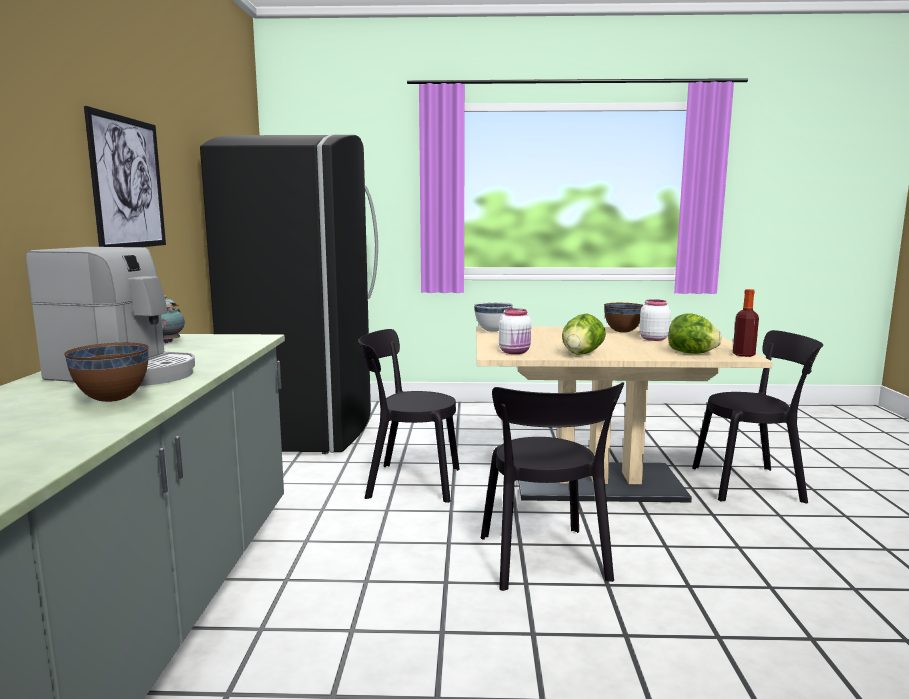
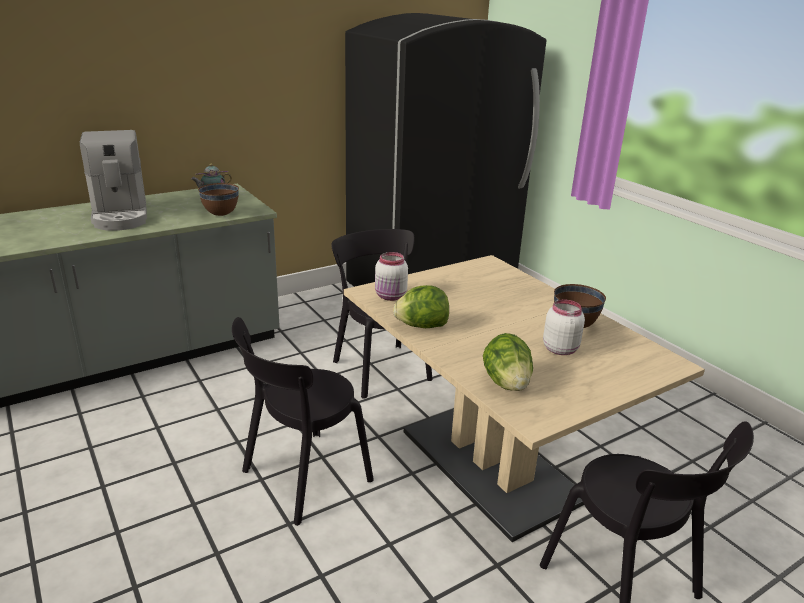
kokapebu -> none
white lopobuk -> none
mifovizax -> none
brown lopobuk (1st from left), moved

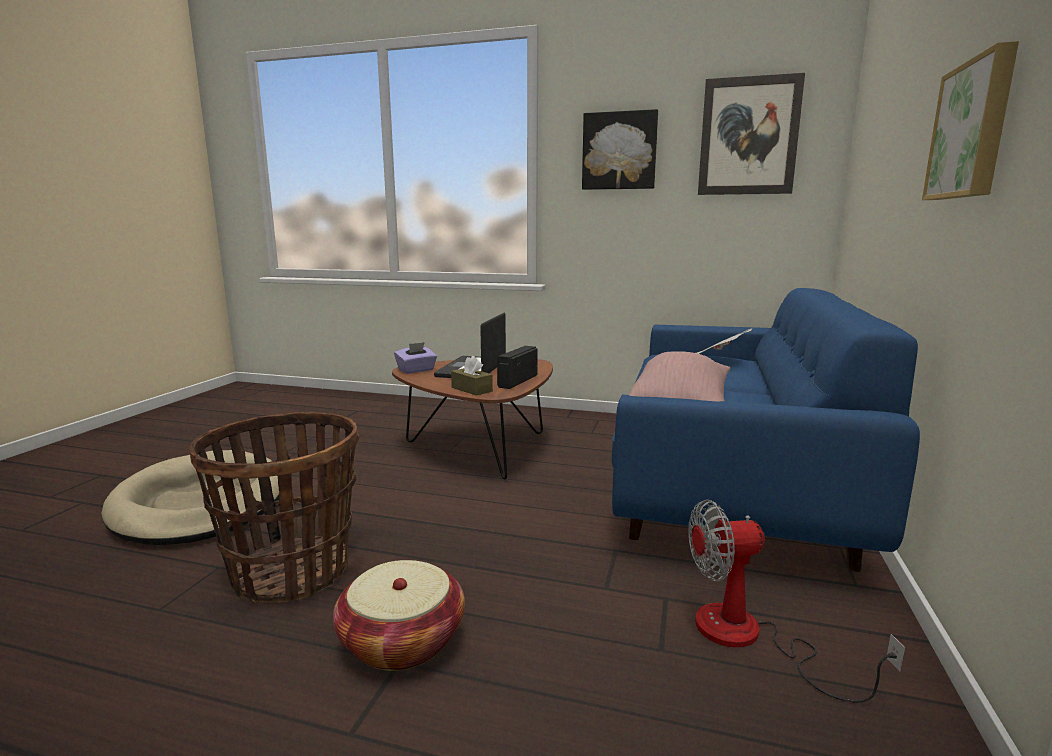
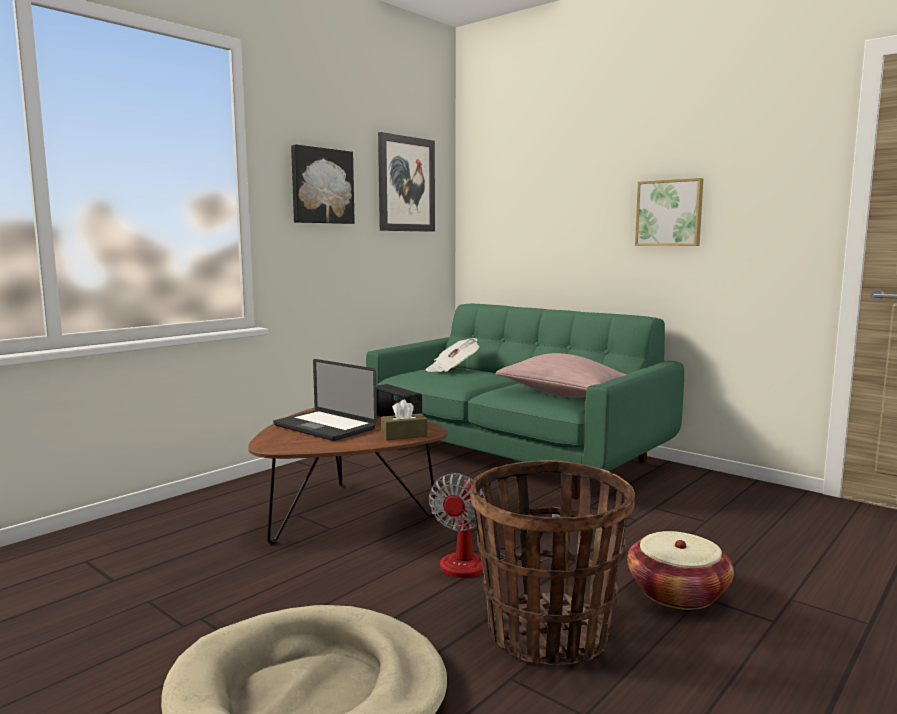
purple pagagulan -> none
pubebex, moved
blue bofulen -> green bofulen

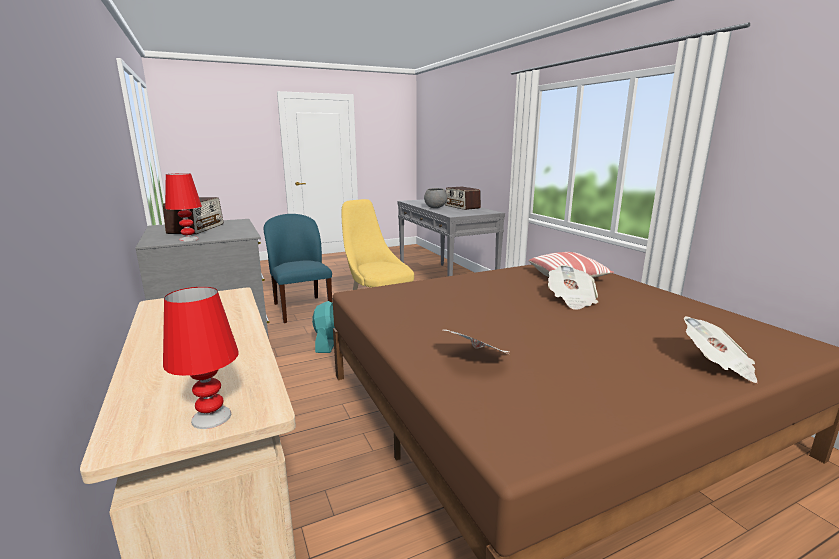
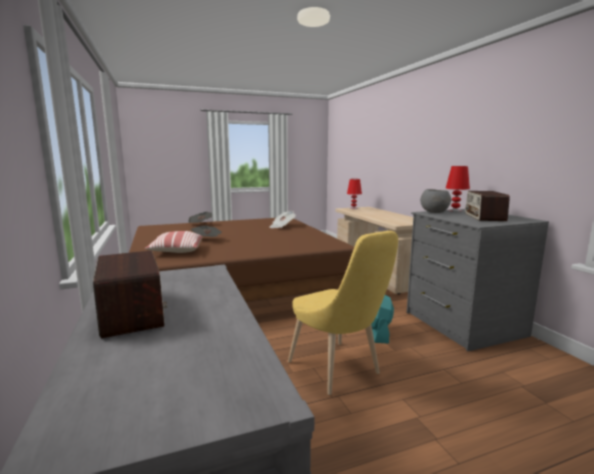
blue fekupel -> none
grey lopobuk, moved

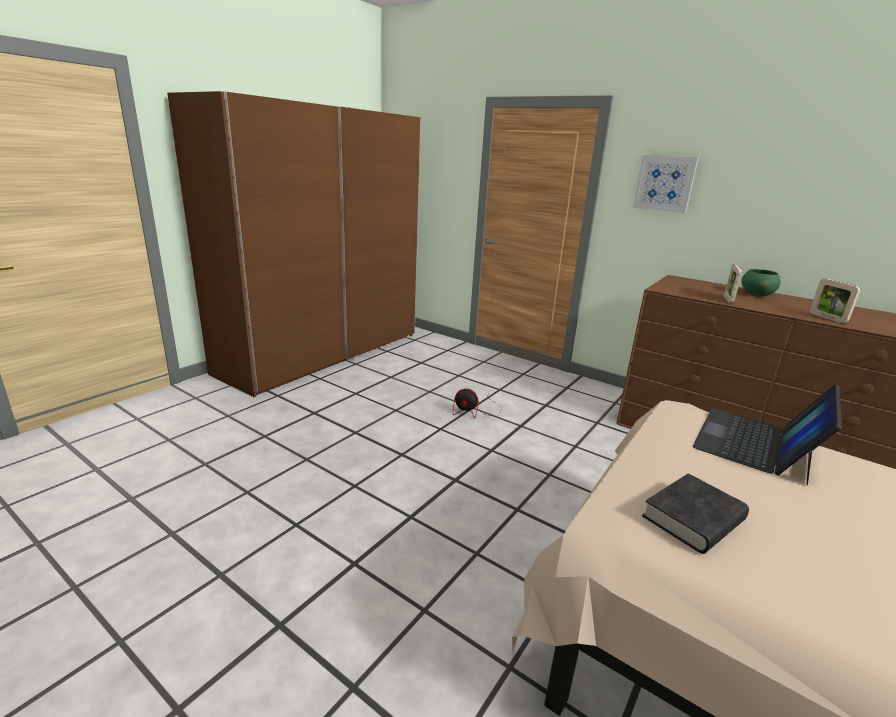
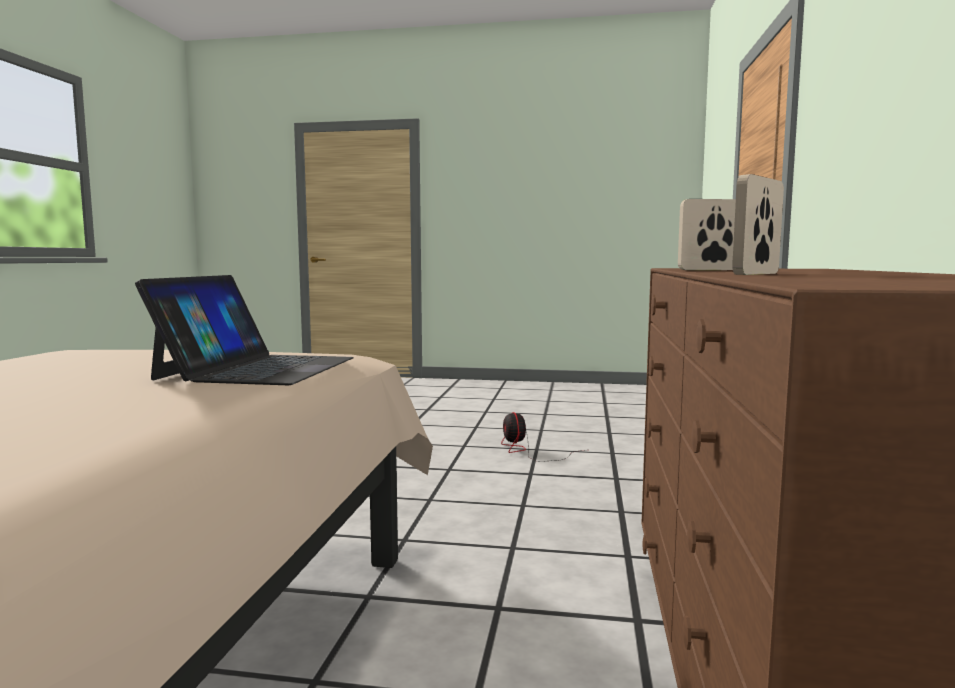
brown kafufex -> none
kokapebu -> none
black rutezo -> none
green lopobuk -> none
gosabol, 90 degrees clockwise

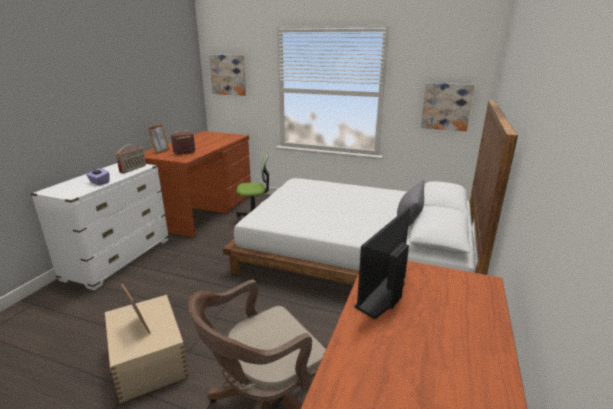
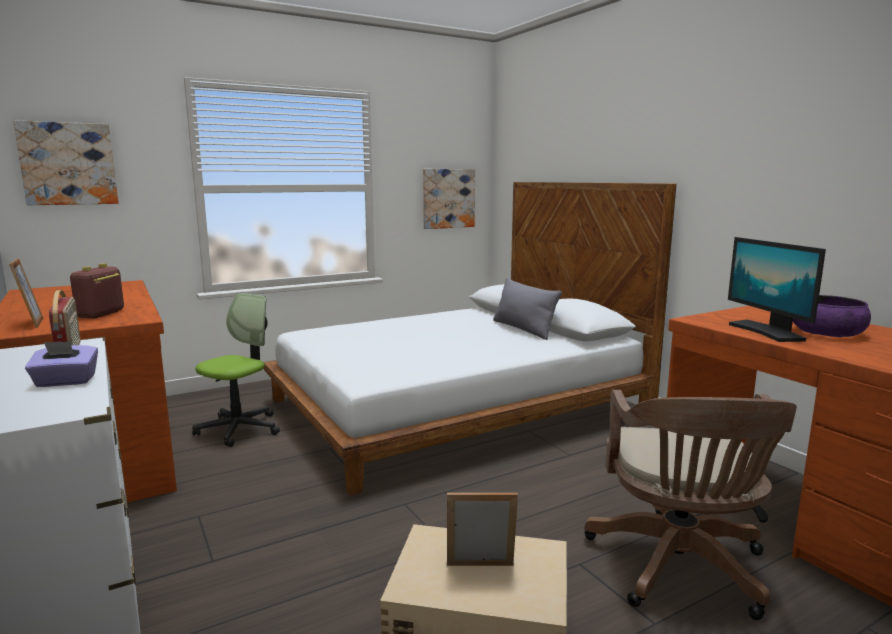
none -> purple lopobuk

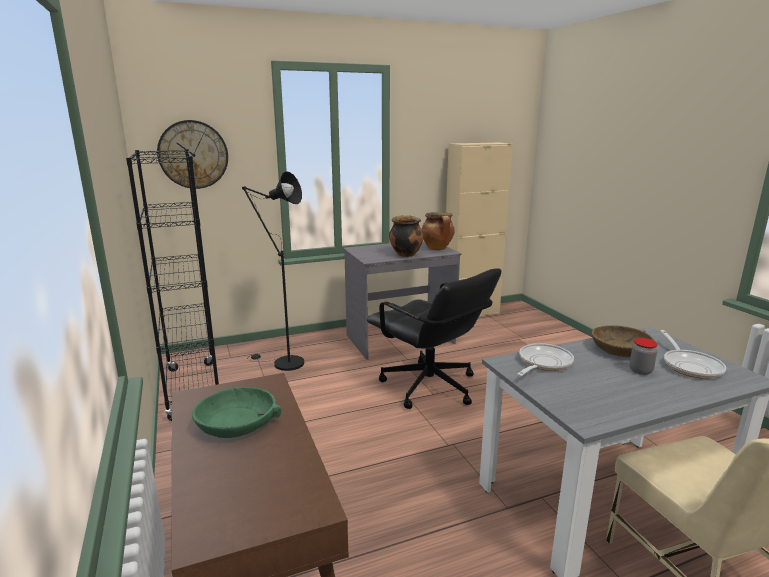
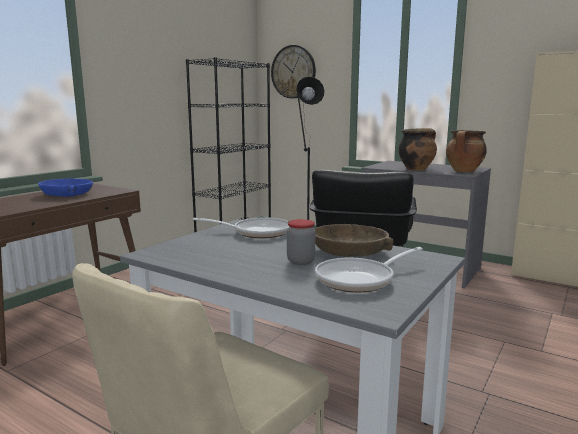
green lopobuk -> blue lopobuk

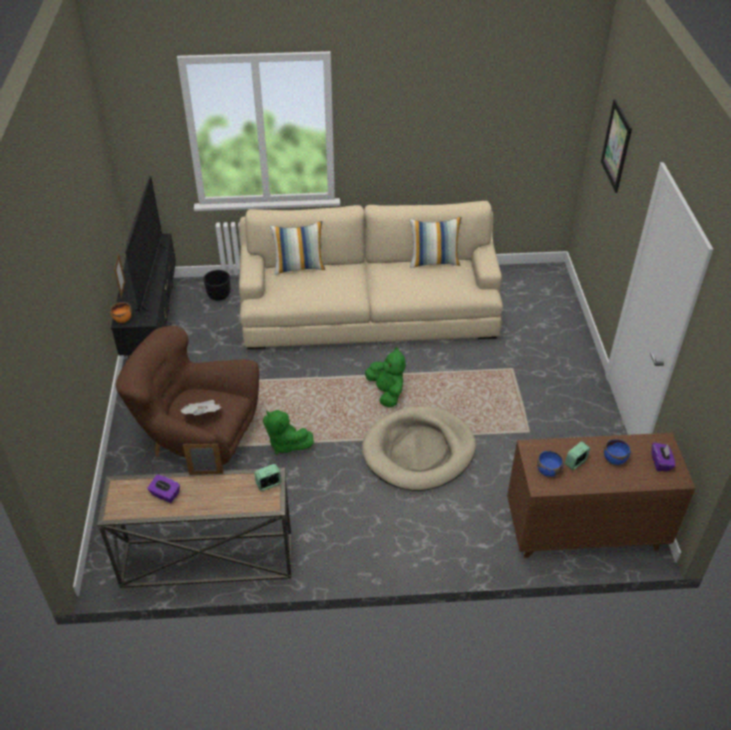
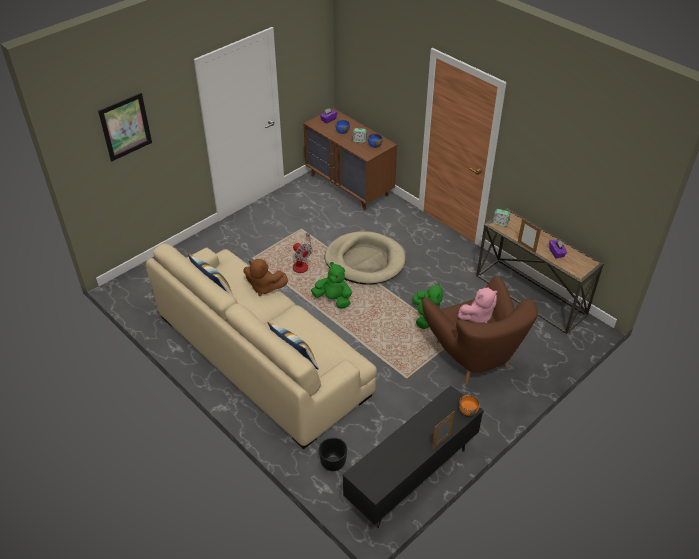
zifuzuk -> none
none -> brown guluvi
none -> pubebex
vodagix -> pink guluvi
green guluvi (2nd from left in the first image) -> green guluvi (1st from left), 90 degrees clockwise

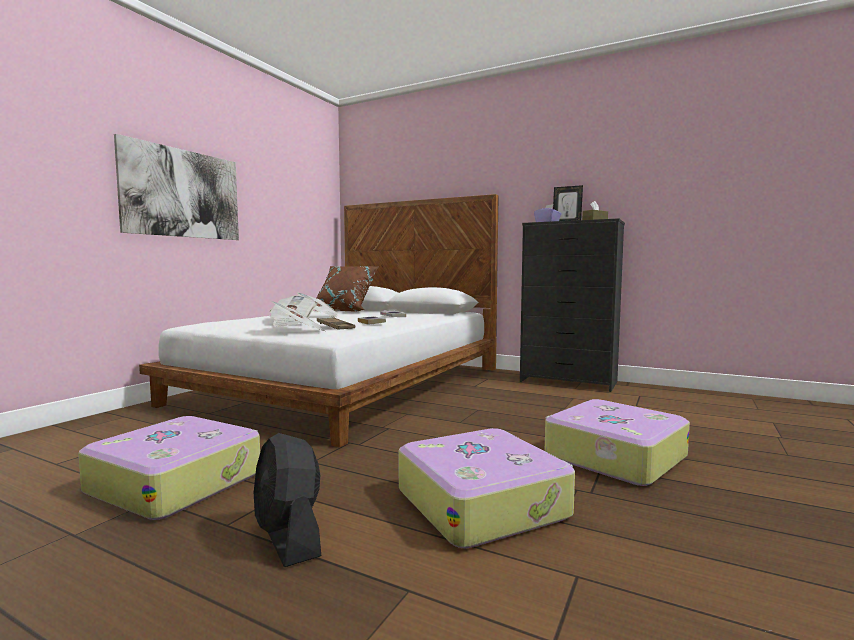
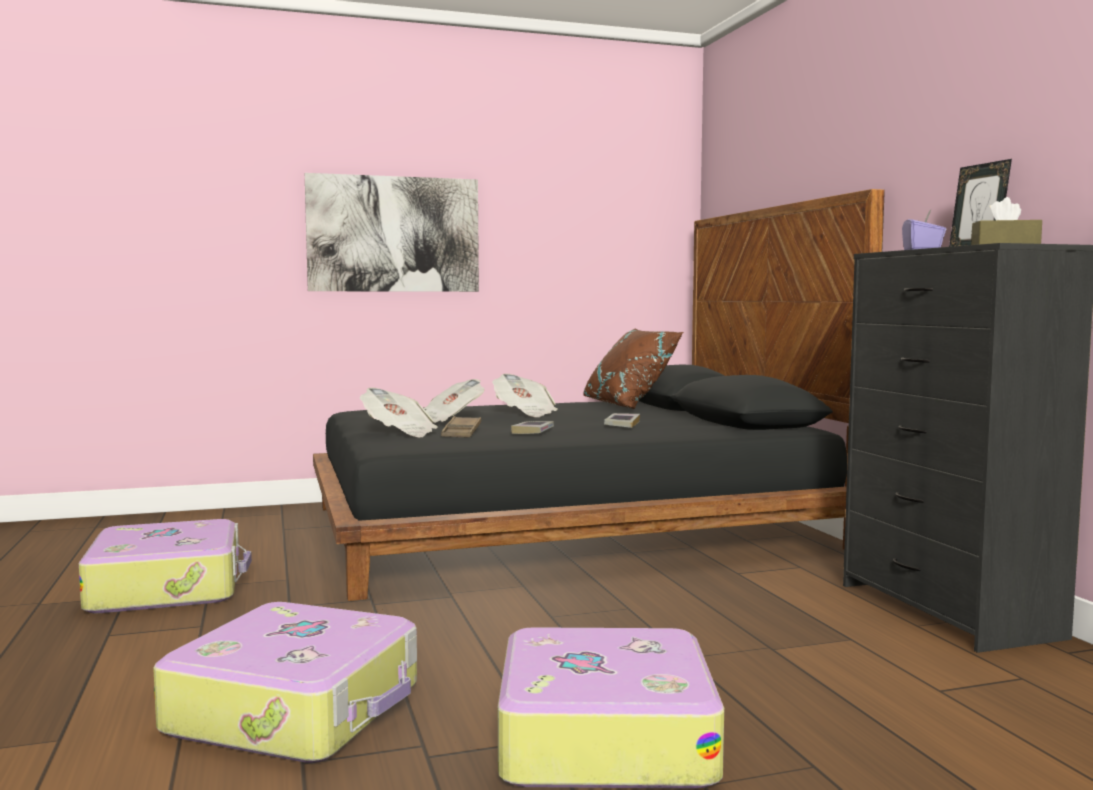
black pubebex -> none
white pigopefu -> black pigopefu

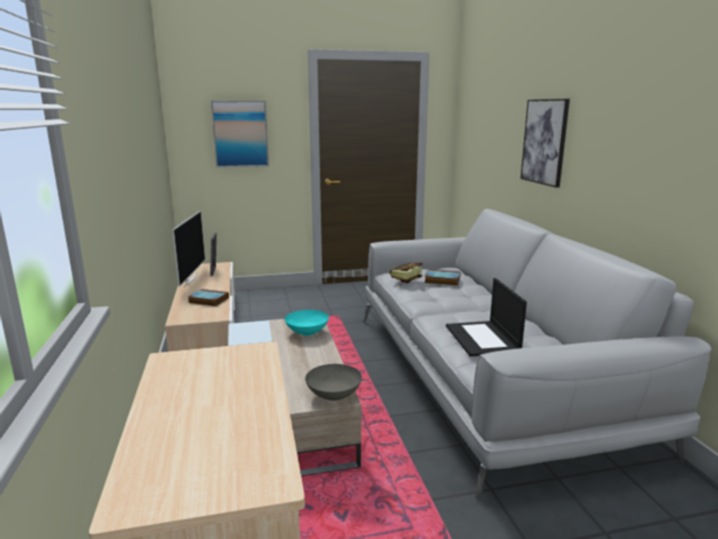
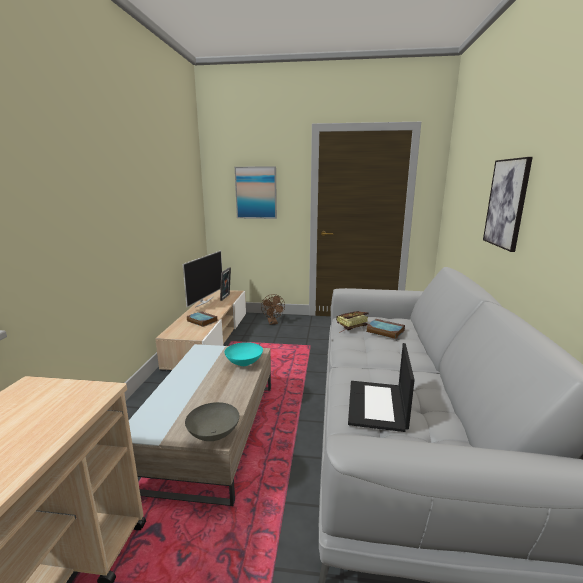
none -> brown pubebex

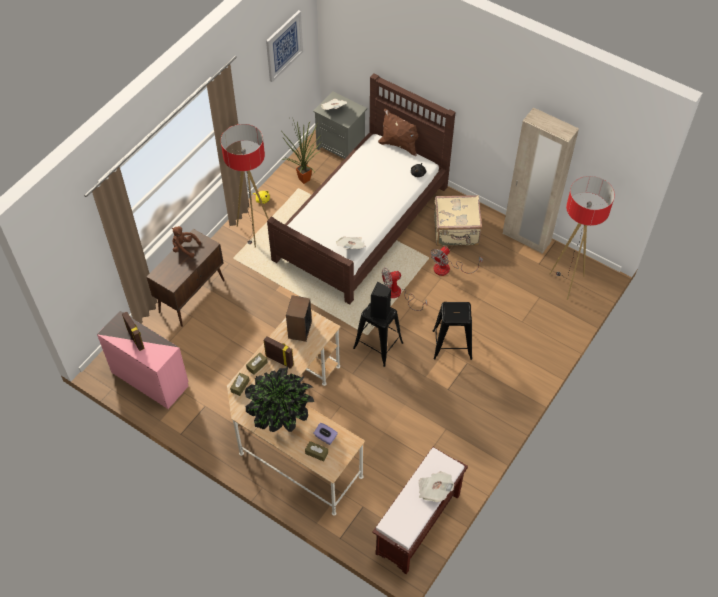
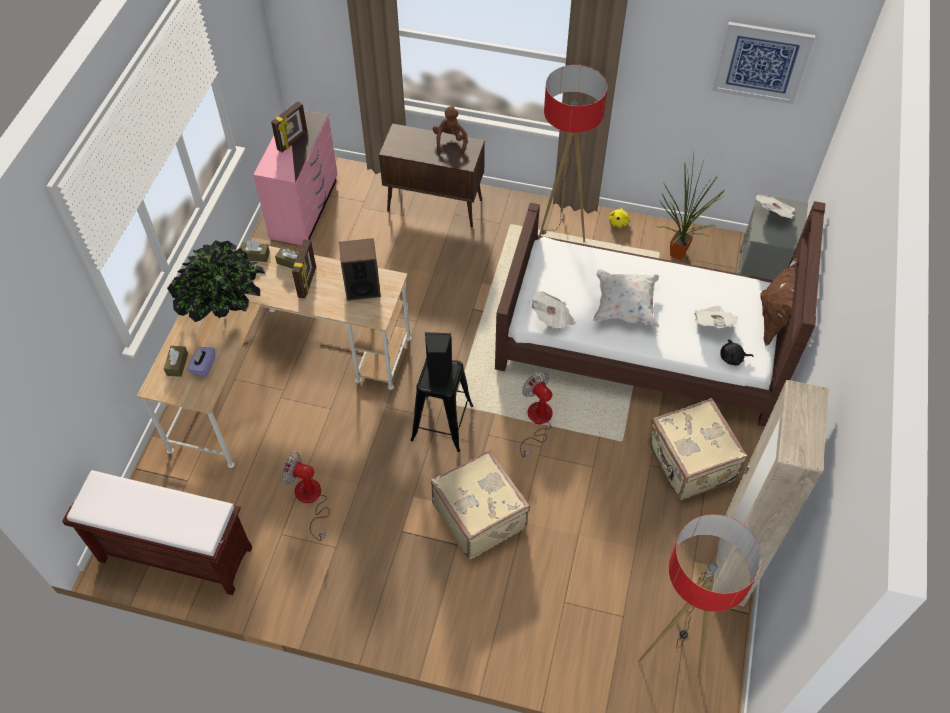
none -> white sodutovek
vodagix (3rd from left in the first image) -> vodagix (2nd from left), moved
pubebex (2nd from left in the first image) -> pubebex (1st from left), moved
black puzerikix (2nd from left) -> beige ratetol (1st from left)

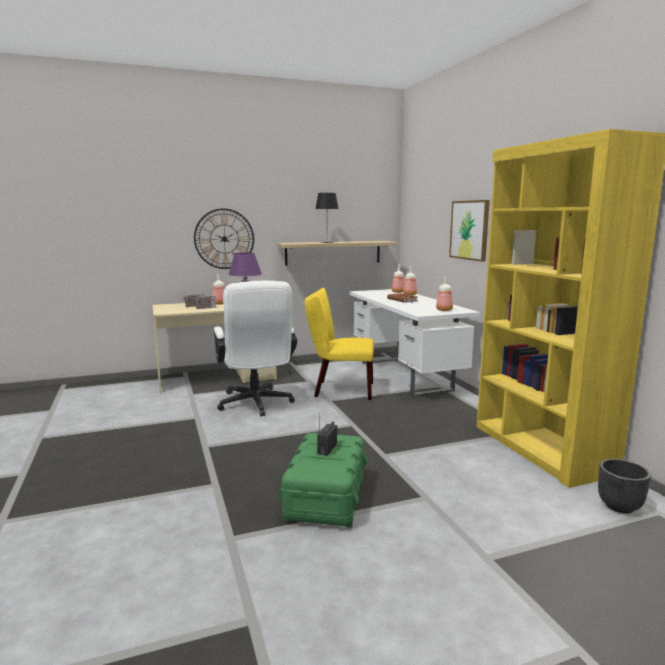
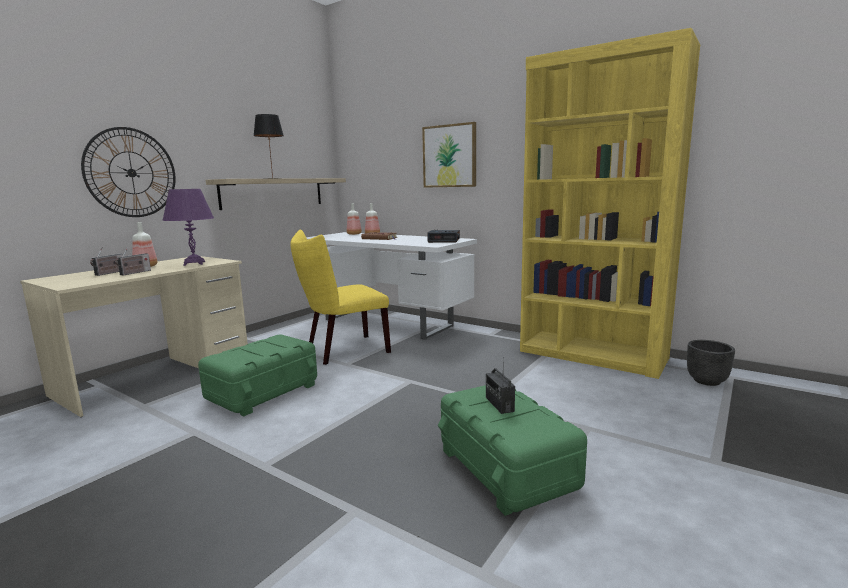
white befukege -> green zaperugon (1st from left)
mifovizax (4th from left) -> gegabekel

